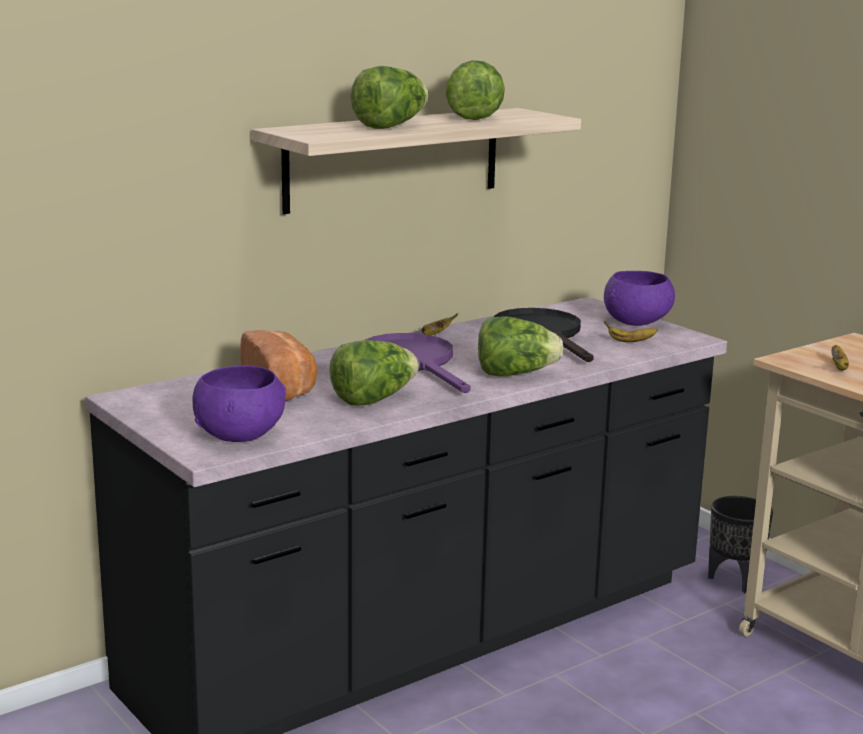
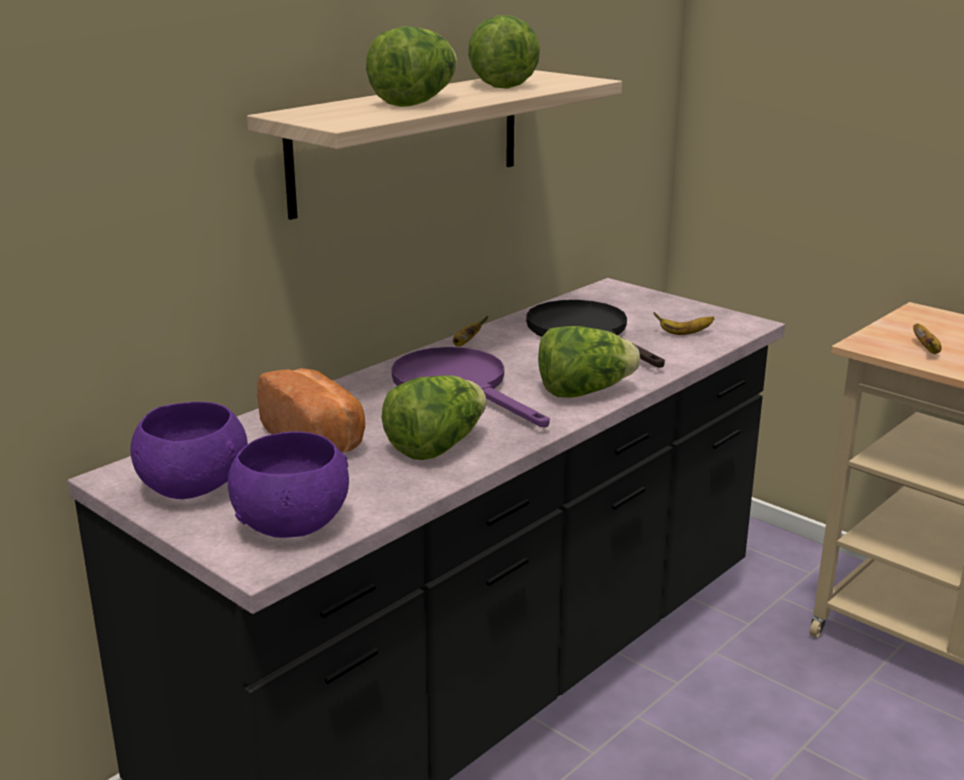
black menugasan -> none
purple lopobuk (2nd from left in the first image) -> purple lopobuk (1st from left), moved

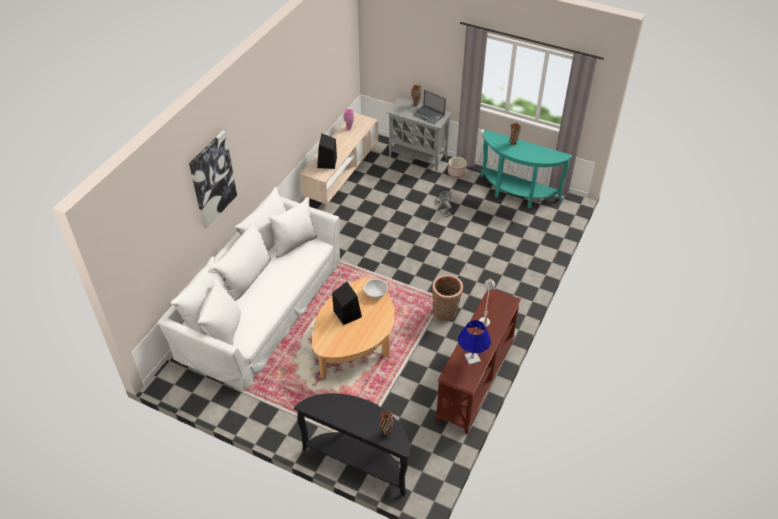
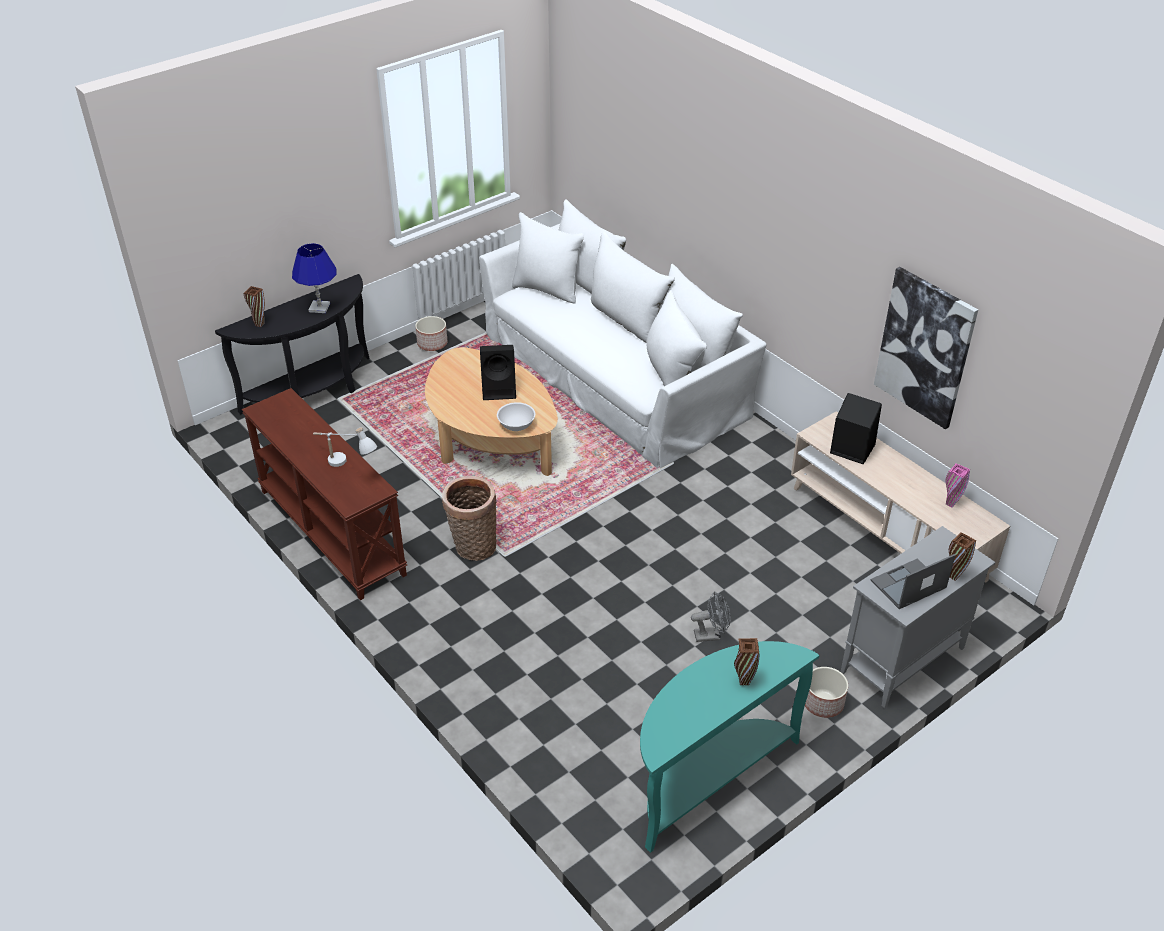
none -> menugasan (1st from left)
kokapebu, moved
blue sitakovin, moved

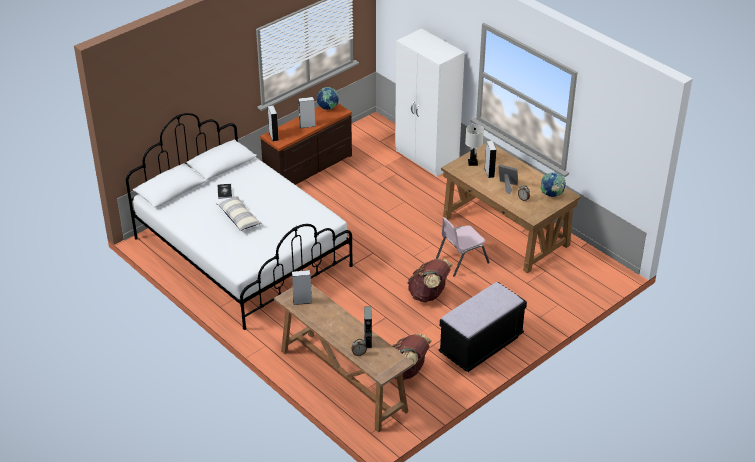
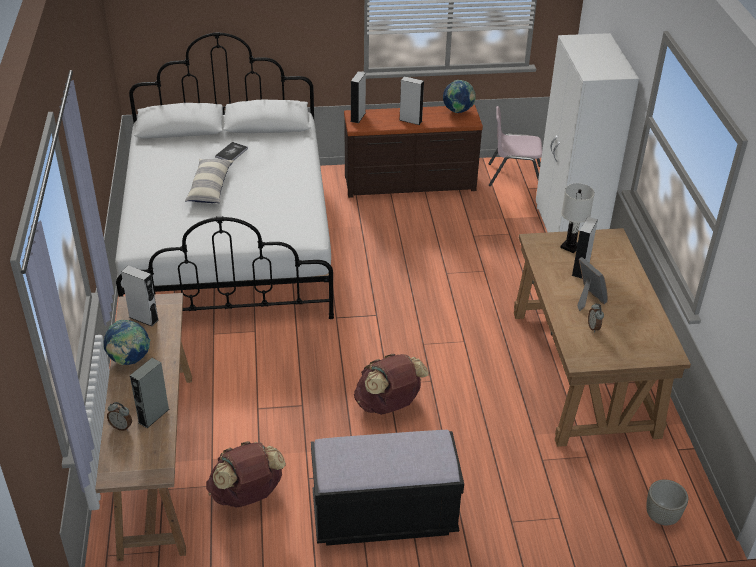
none -> grey menugasan
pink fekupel, moved
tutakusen (2nd from left in the first image) -> tutakusen (1st from left), moved

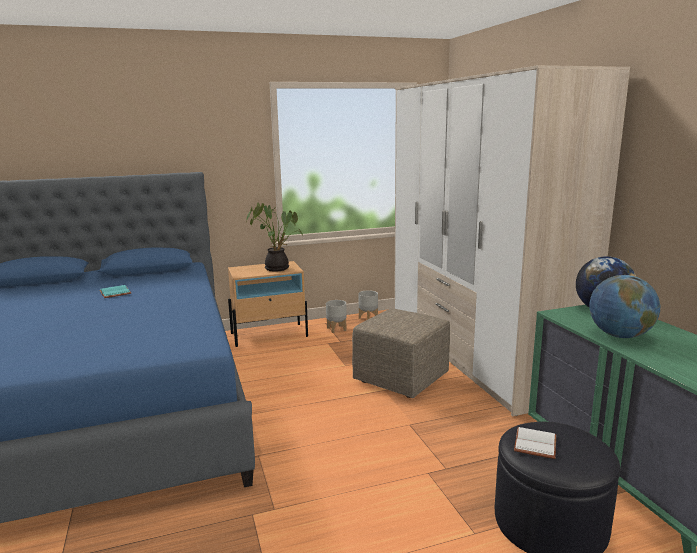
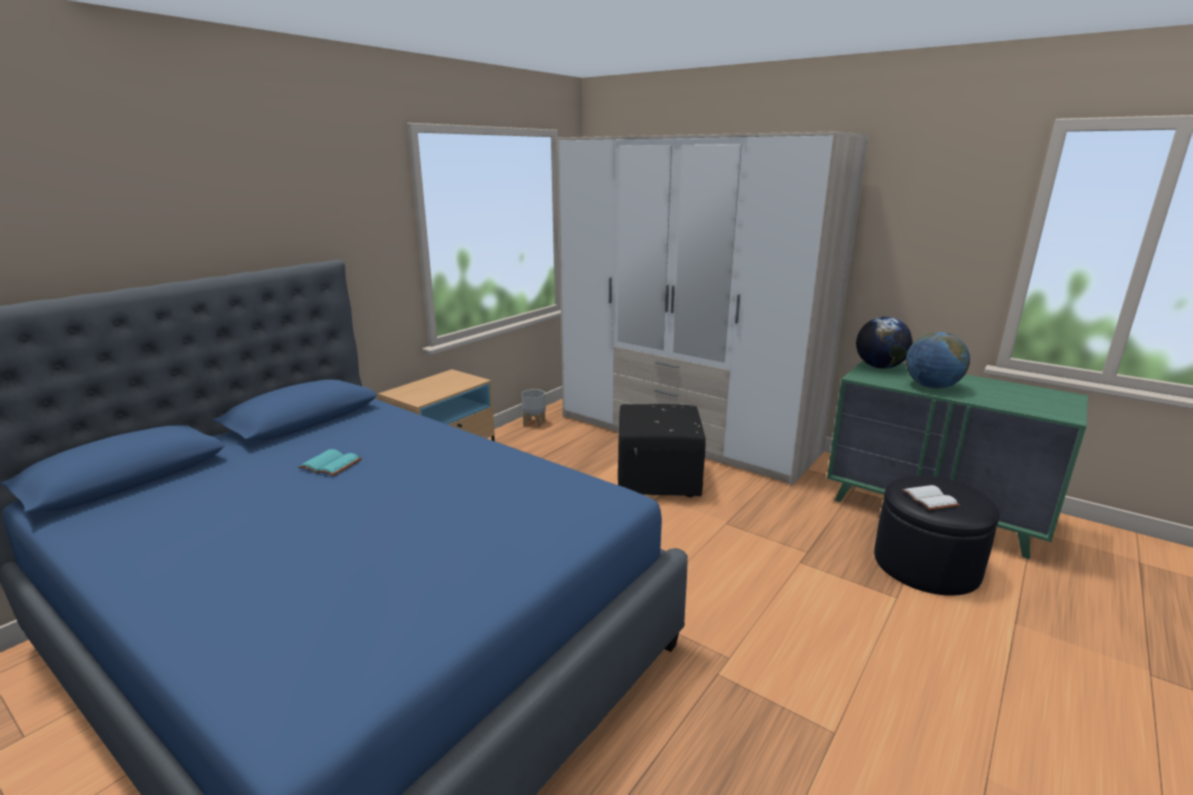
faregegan -> none
grey menugasan (1st from left) -> none
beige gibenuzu -> black gibenuzu (1st from left)

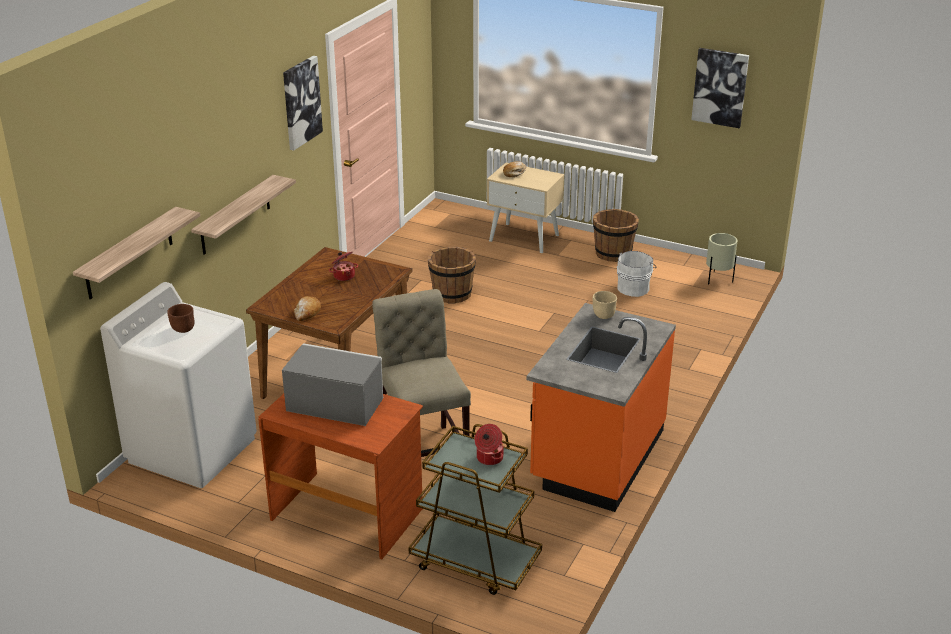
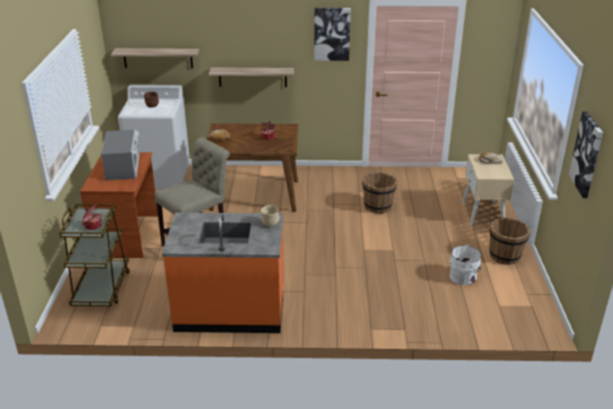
beige menugasan -> none

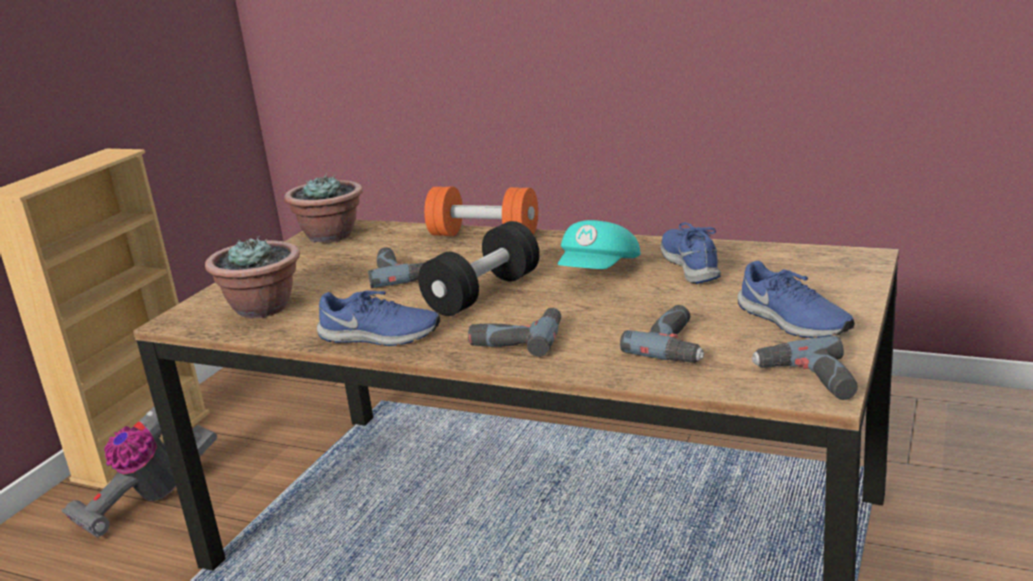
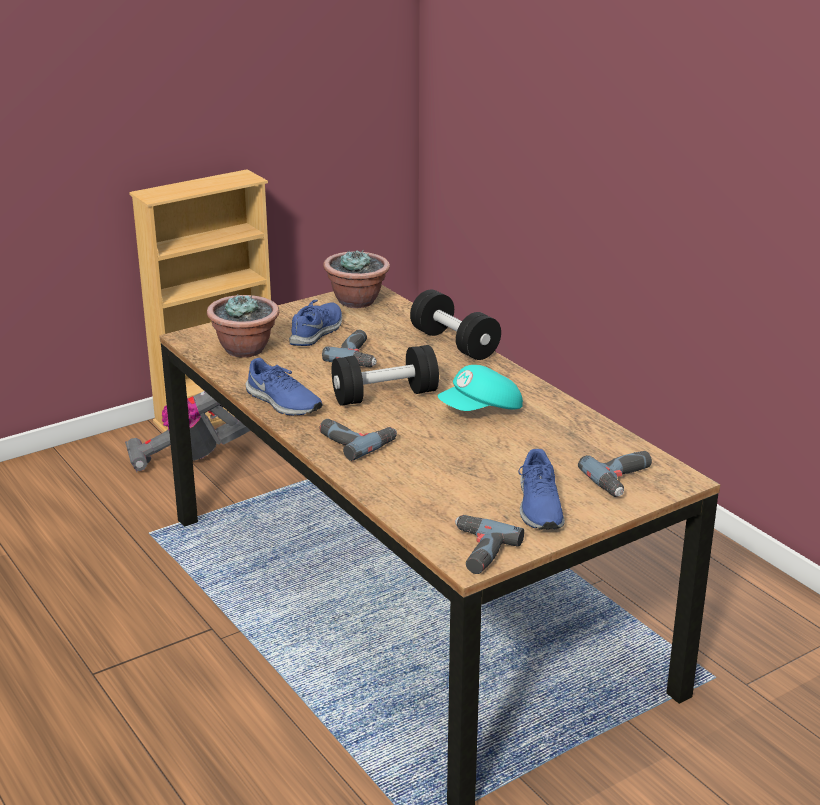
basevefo (3rd from left in the first image) -> basevefo (4th from left), moved
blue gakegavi (2nd from left), moved
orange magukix -> black magukix (2nd from left)

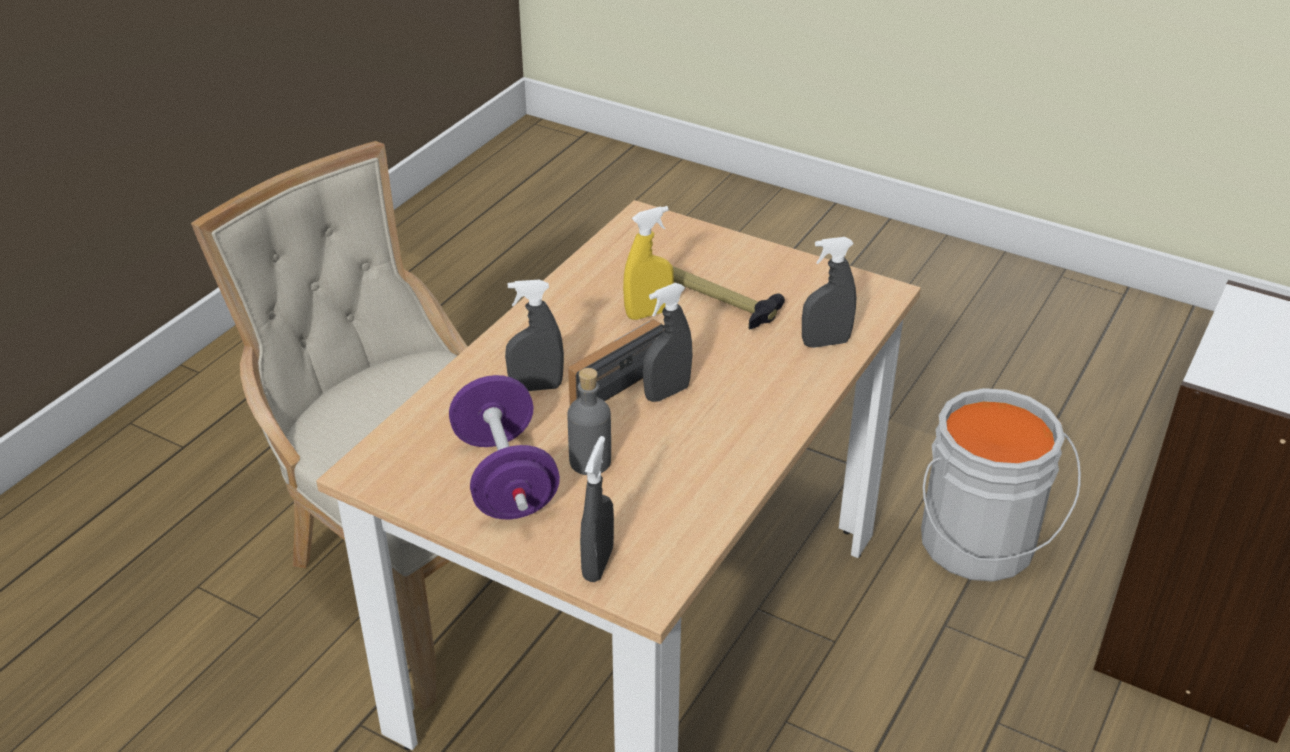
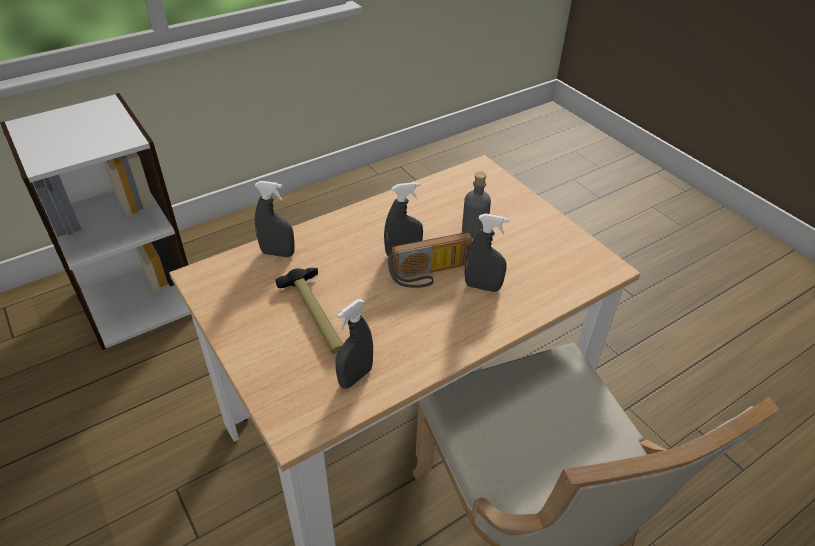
purple magukix -> none
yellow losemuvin -> none
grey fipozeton -> none
grey losemuvin (2nd from left), moved

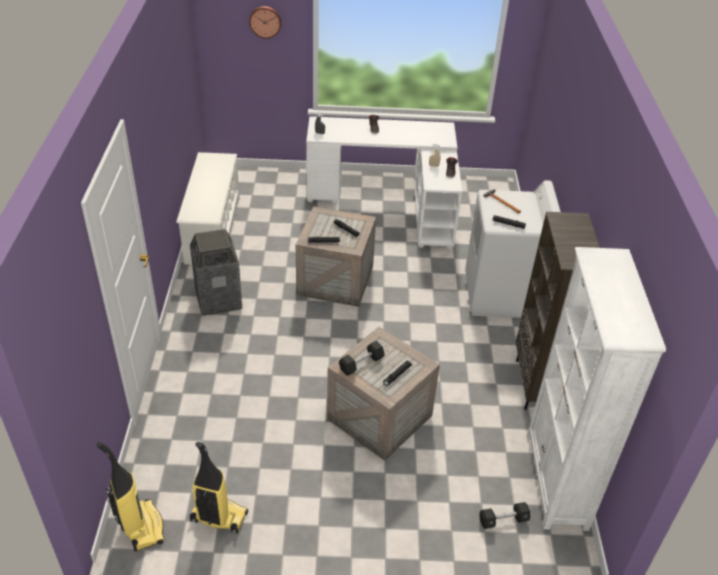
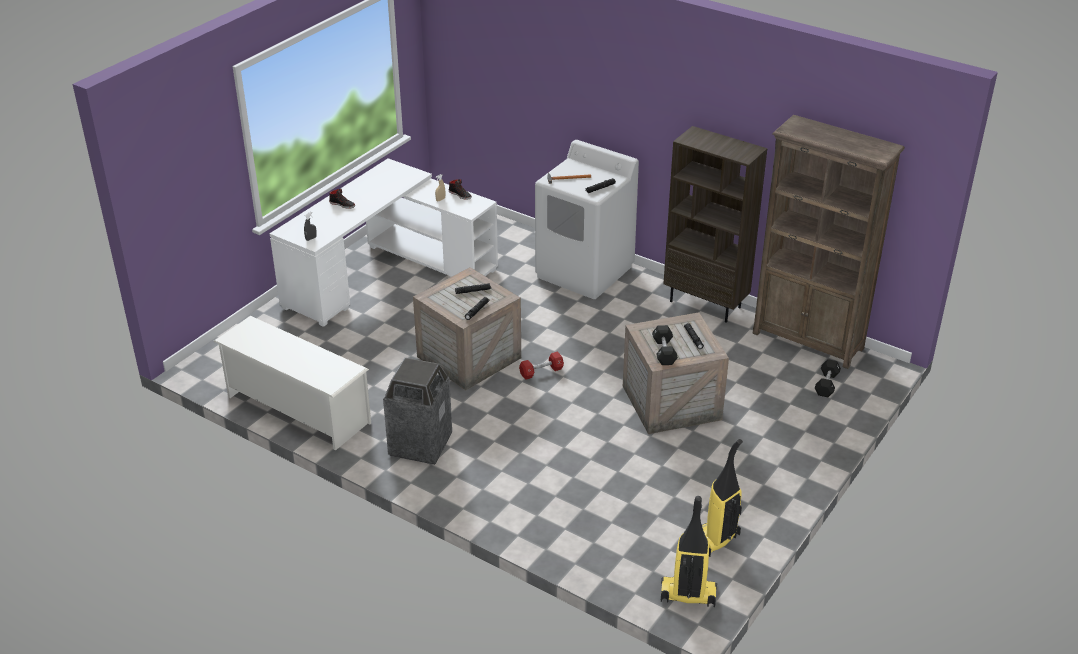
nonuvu -> none
none -> red magukix
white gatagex -> brown gatagex (2nd from left)

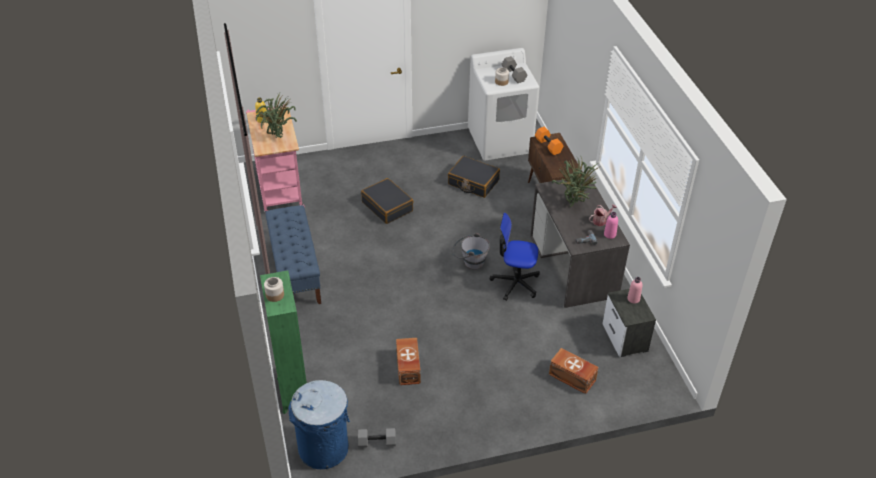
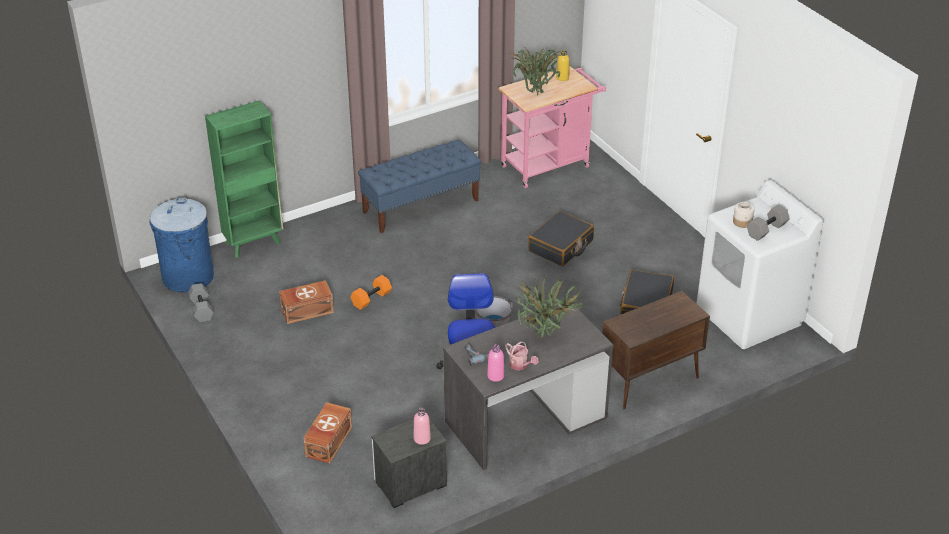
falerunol (1st from left) -> none
orange magukix, moved

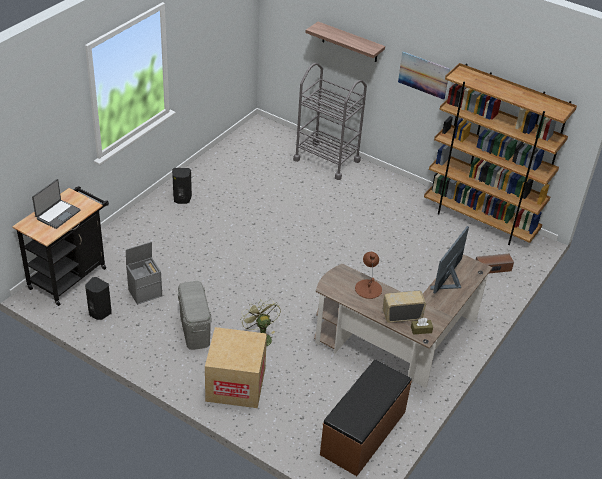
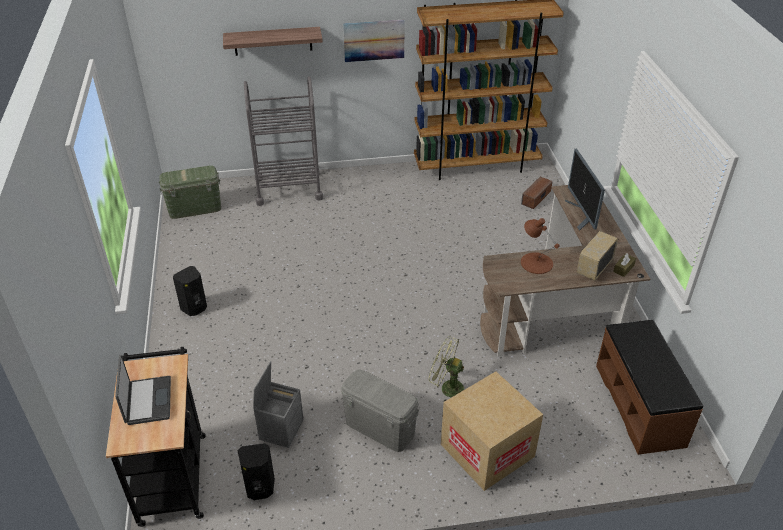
none -> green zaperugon

